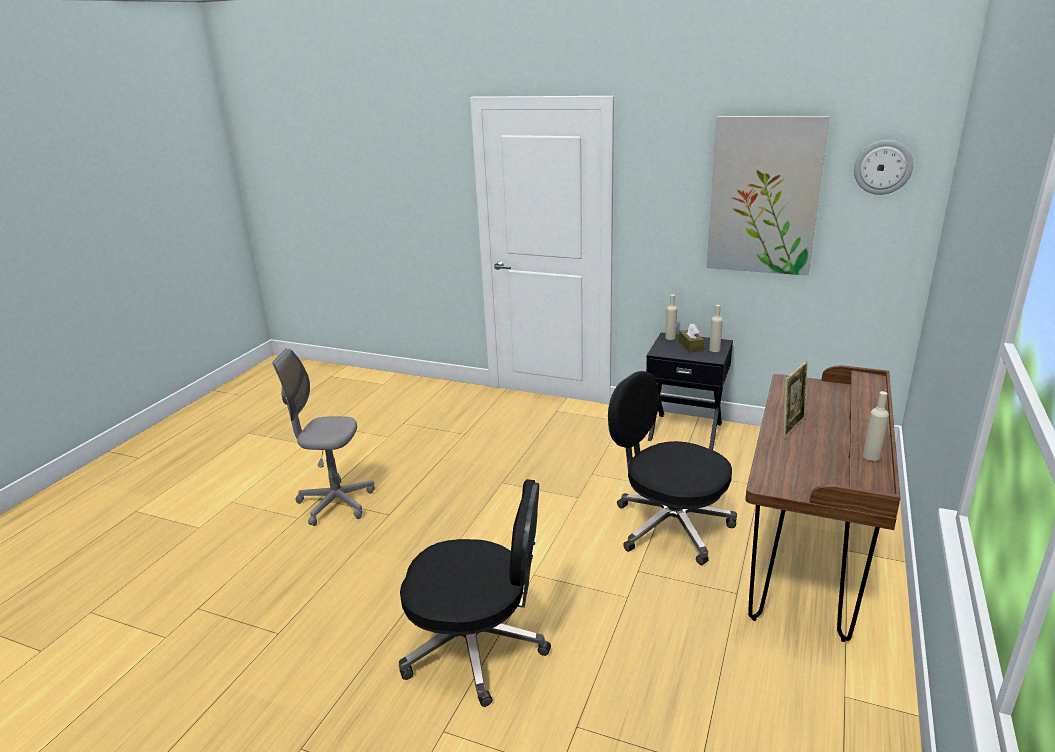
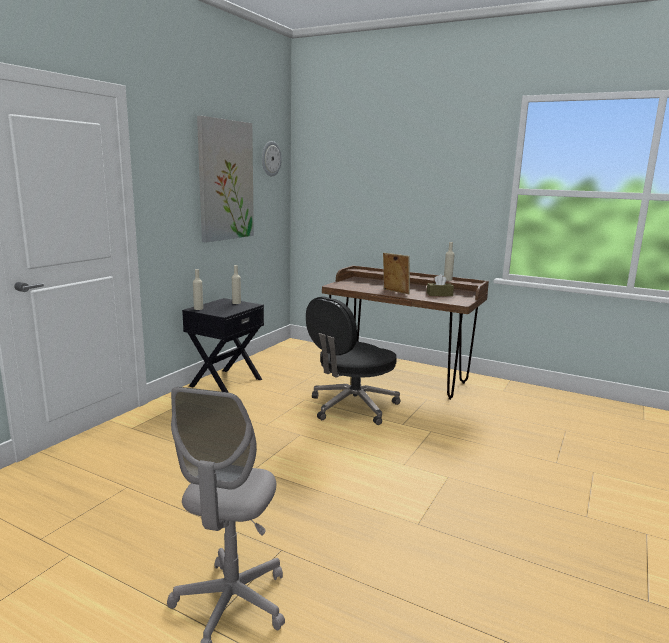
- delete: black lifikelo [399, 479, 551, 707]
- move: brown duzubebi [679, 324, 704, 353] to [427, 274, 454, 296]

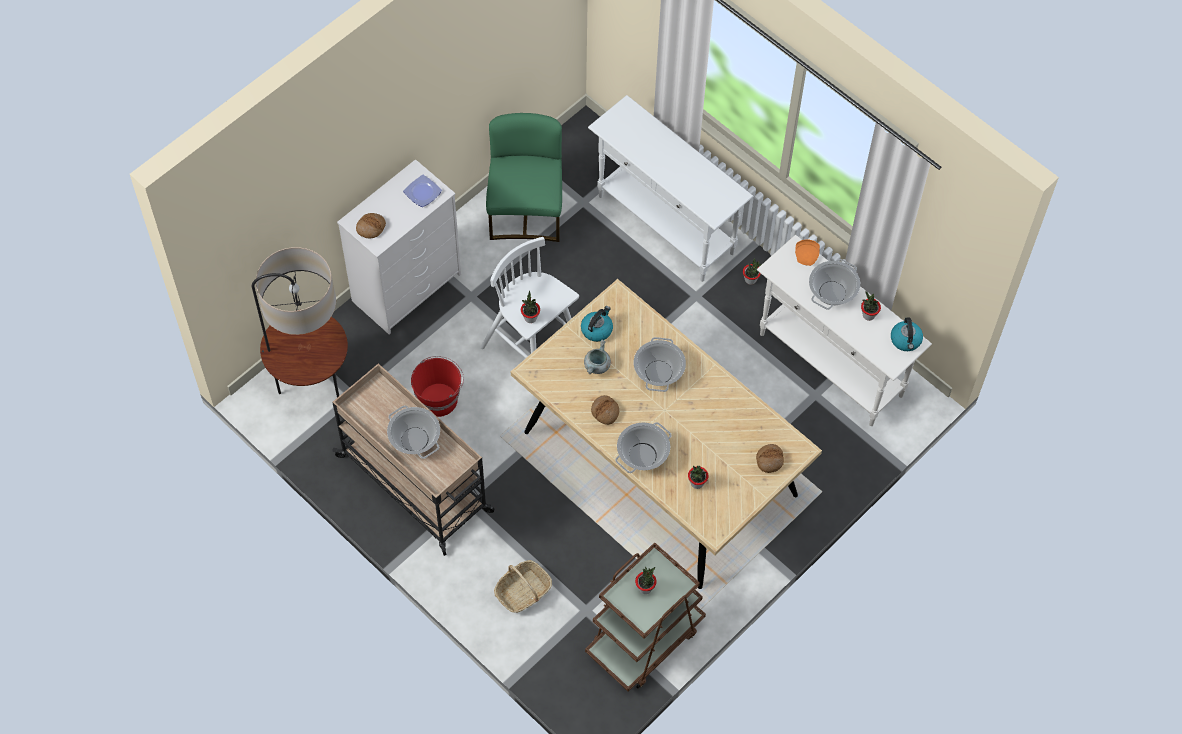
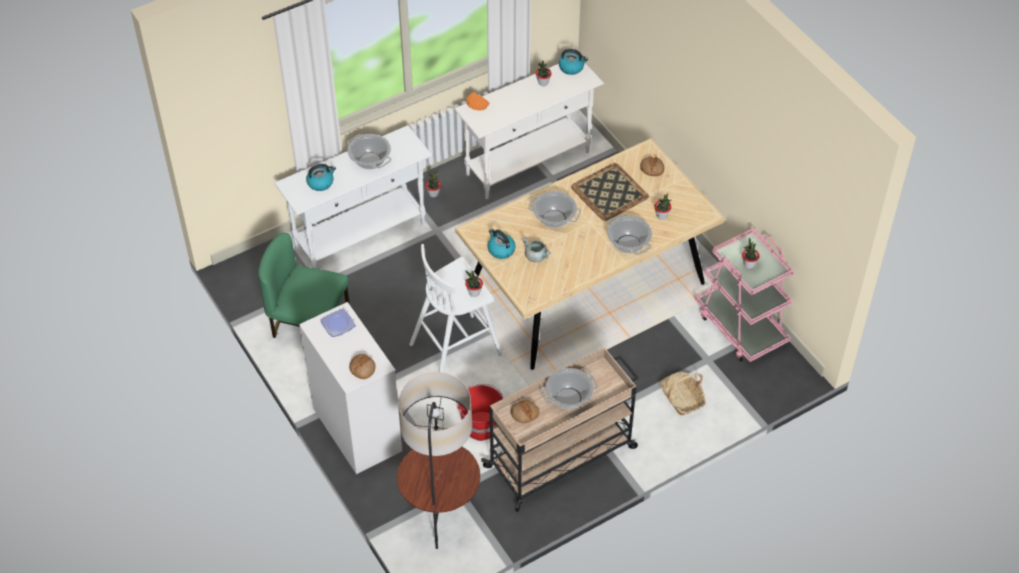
- insert: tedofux [306, 164, 336, 191]
- insert: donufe [571, 163, 649, 221]
- move: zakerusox [591, 395, 619, 425] to [511, 400, 540, 423]
- move: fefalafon [809, 259, 860, 310] to [347, 134, 391, 169]
- recolor: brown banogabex [585, 542, 706, 691] to pink banogabex [695, 228, 793, 362]

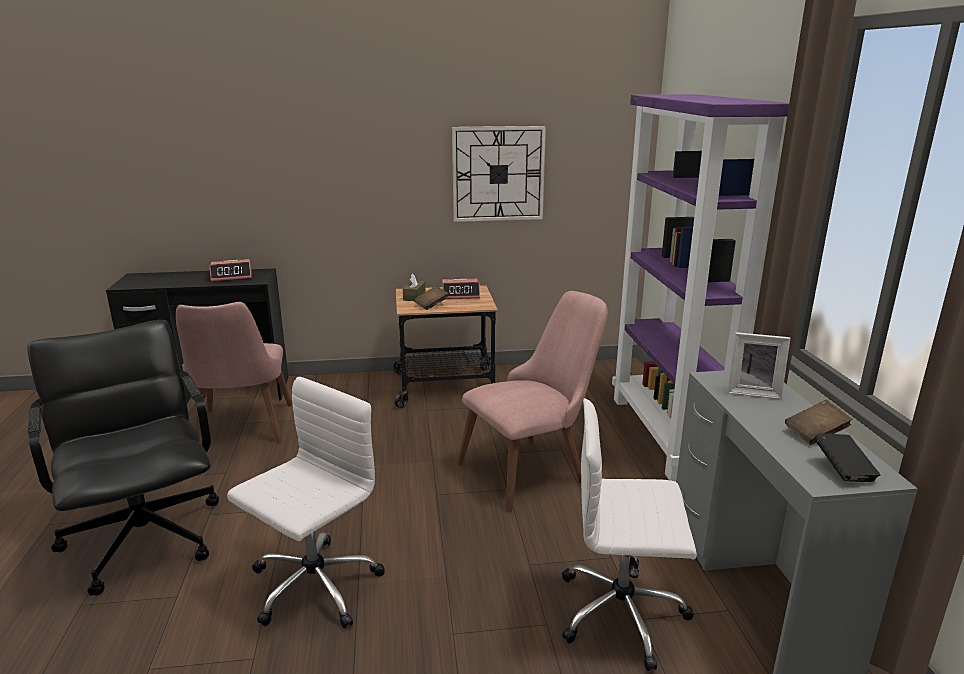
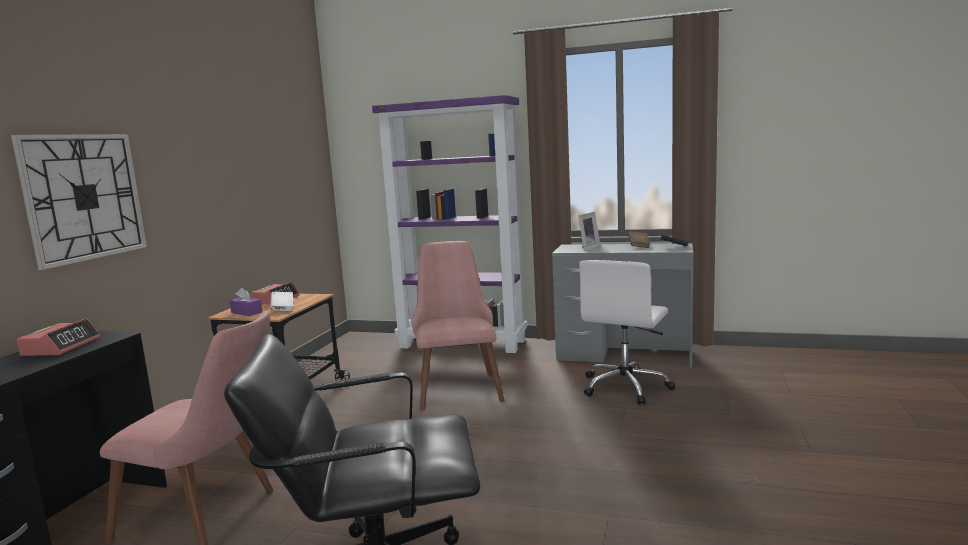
- delete: white lifikelo [227, 377, 385, 628]
- move: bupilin [452, 126, 546, 222] to [11, 134, 147, 270]
- recolor: brown duzubebi [403, 273, 426, 301] to purple duzubebi [230, 288, 262, 316]
- recolor: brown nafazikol [414, 286, 449, 310] to white nafazikol [270, 292, 293, 311]

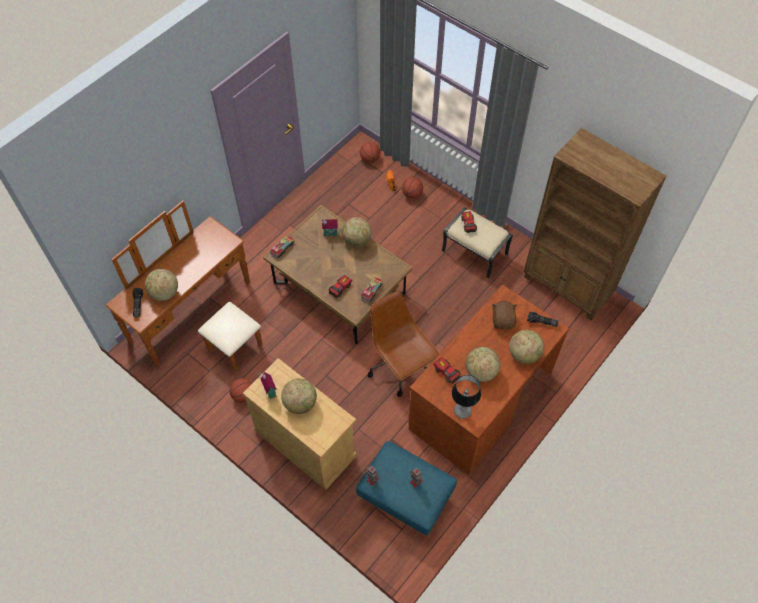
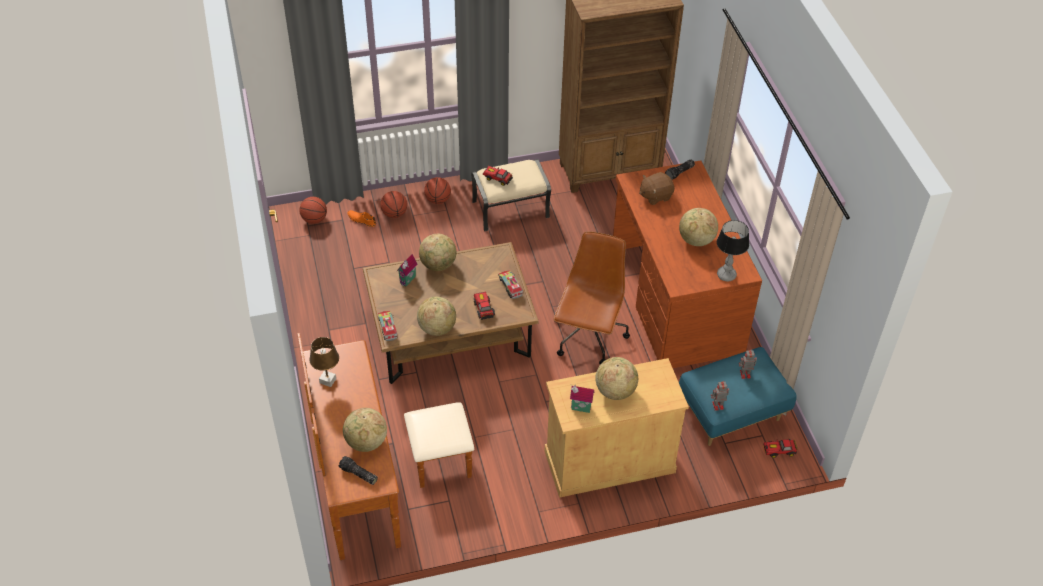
- insert: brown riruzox [309, 337, 339, 387]
- move: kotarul [230, 378, 252, 403] to [424, 177, 451, 204]
- move: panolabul [433, 357, 461, 384] to [763, 439, 797, 458]
- move: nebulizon [509, 330, 544, 364] to [417, 296, 456, 336]
- rotate: brown lifikelo [368, 291, 439, 397] = [553, 231, 630, 364] 105 degrees clockwise
- rotate: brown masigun [492, 301, 517, 330] = [639, 172, 674, 205] 60 degrees counterclockwise

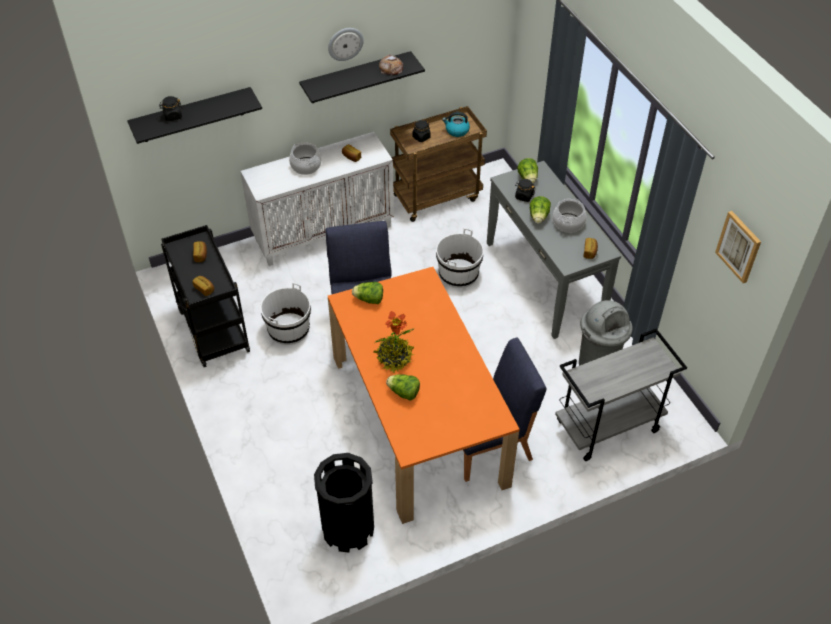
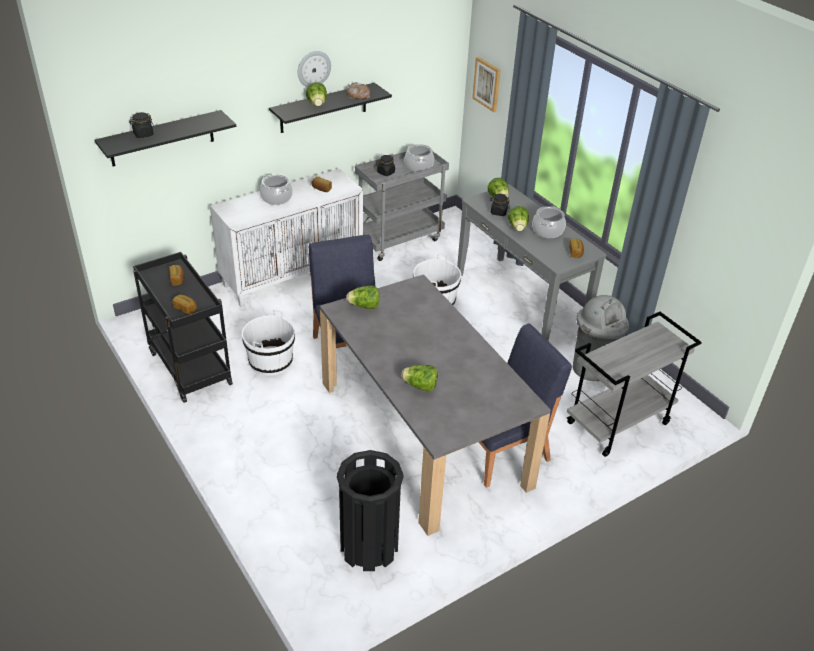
- delete: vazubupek [373, 311, 414, 373]
- insert: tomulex [306, 82, 327, 107]
- move: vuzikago [715, 211, 761, 283] to [472, 57, 501, 112]
- replace: tedofux [442, 112, 470, 137] to fefalafon [404, 144, 434, 172]
- recolor: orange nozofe [328, 267, 520, 524] to grey nozofe [320, 274, 551, 536]
- recolor: brown banogabex [390, 106, 487, 222] to grey banogabex [355, 151, 449, 261]

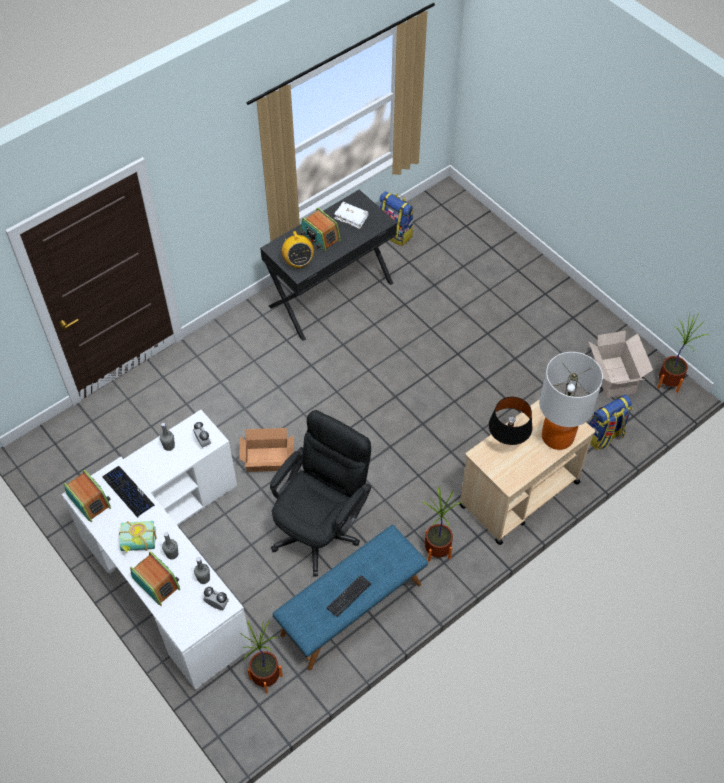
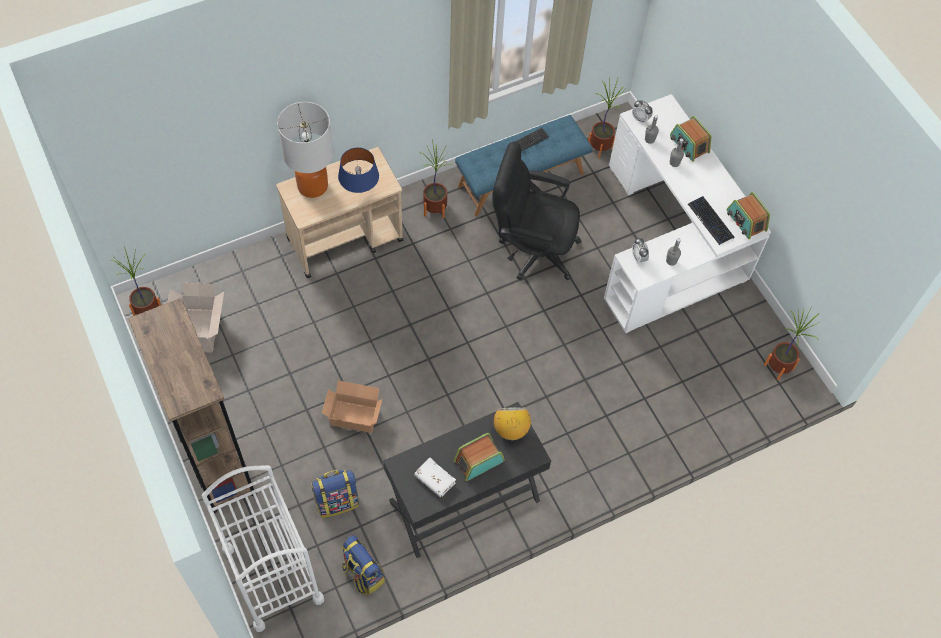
- delete: nafazikol [119, 521, 157, 552]
- insert: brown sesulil [128, 298, 257, 513]
- insert: white banogabex [202, 465, 324, 632]
- insert: vazubupek [764, 307, 819, 380]
- move: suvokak [239, 428, 294, 472] to [322, 380, 382, 433]
- move: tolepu [588, 395, 632, 450] to [312, 470, 359, 518]
- recolor: black riruzox [489, 397, 533, 445] to blue riruzox [338, 147, 379, 193]
- rotate: black lifikelo [270, 410, 372, 577] = [492, 142, 582, 281] 60 degrees clockwise
- rotate: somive [300, 208, 341, 252] = [453, 433, 505, 481] 90 degrees counterclockwise

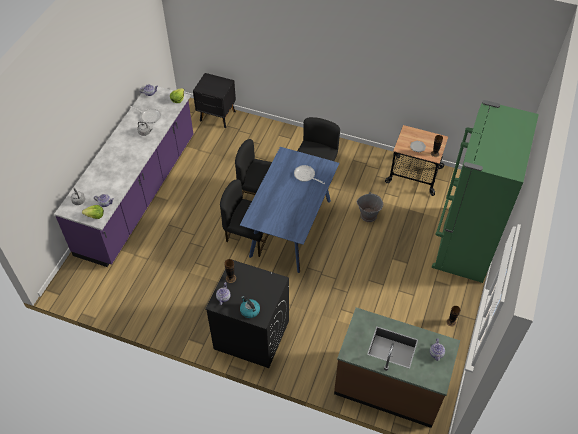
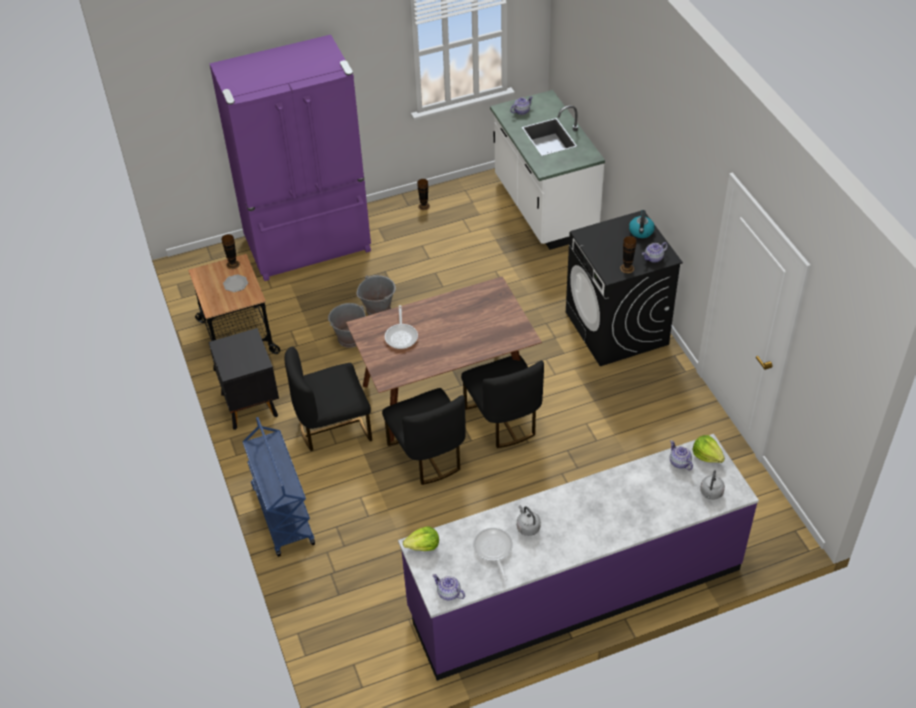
- insert: blue banogabex [243, 417, 315, 557]
- insert: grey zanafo [357, 275, 396, 316]
- move: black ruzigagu [193, 73, 236, 128] to [209, 328, 279, 430]
- recolor: blue nozofe [240, 147, 339, 273] to brown nozofe [346, 276, 542, 442]
- recolor: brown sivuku [334, 307, 460, 428] to white sivuku [490, 90, 605, 250]
- recolor: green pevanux [431, 100, 539, 283] to purple pevanux [209, 35, 371, 281]

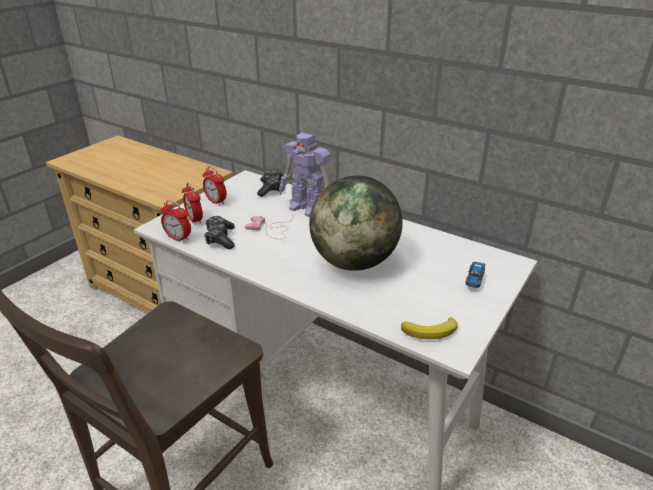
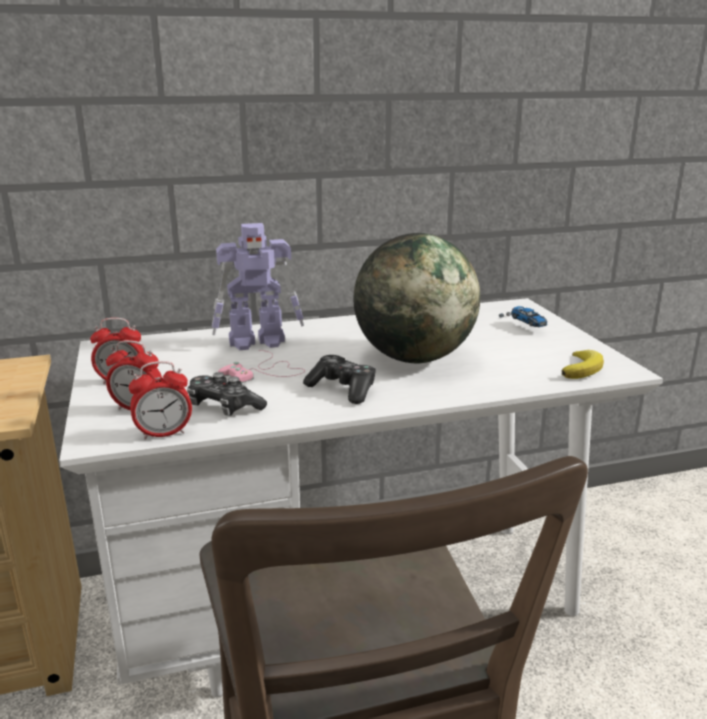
- move: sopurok [257, 169, 283, 197] to [303, 355, 376, 404]

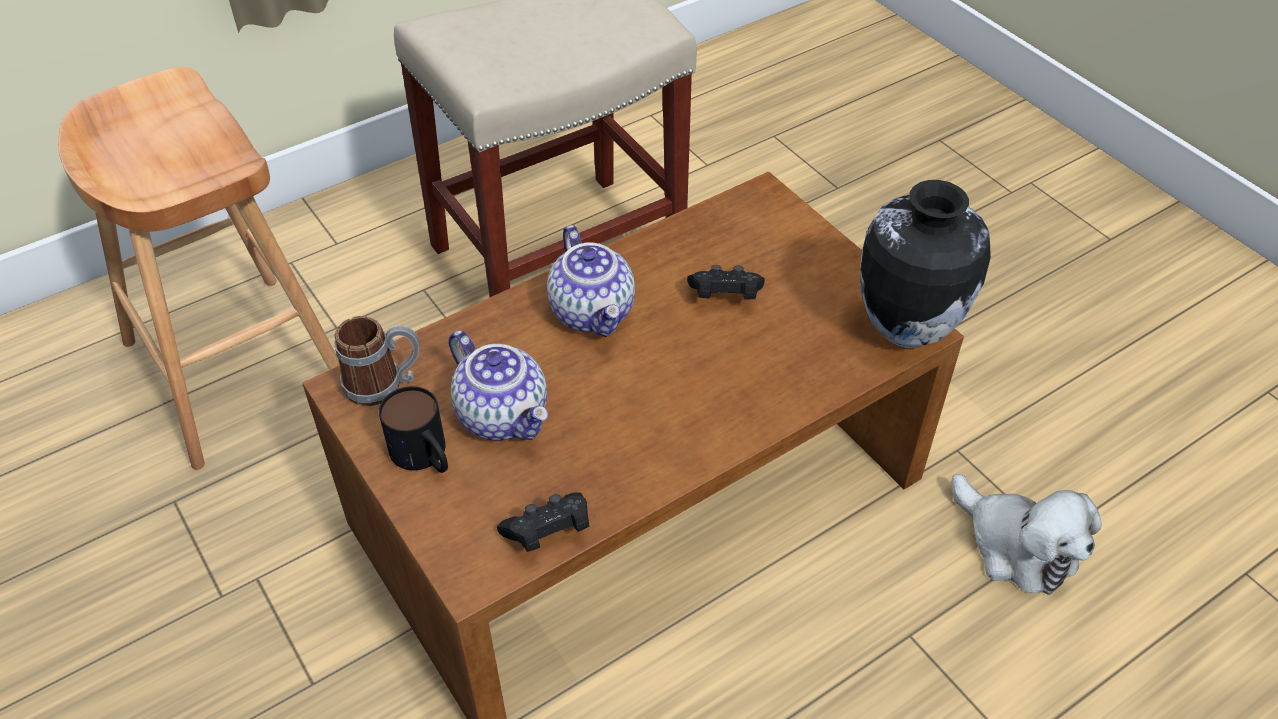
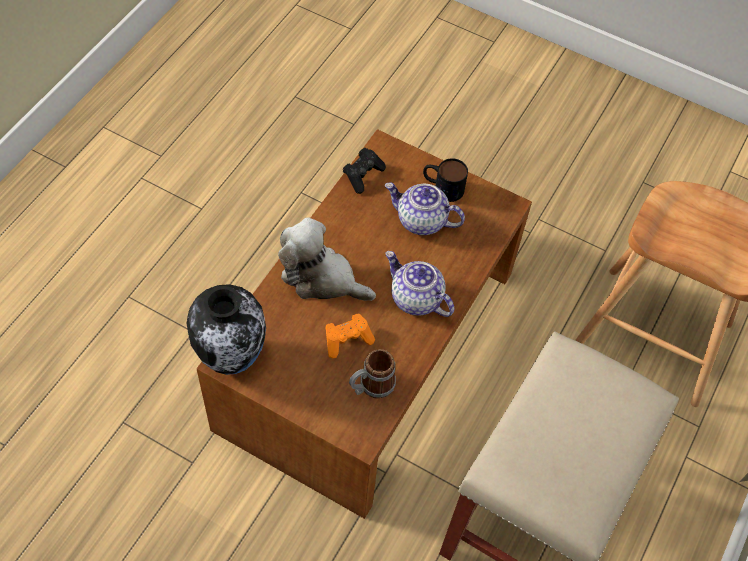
- move: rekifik [334, 316, 419, 406] to [349, 349, 396, 399]
- move: masigun [951, 474, 1102, 595] to [278, 217, 376, 301]
- recolor: black sopurok [687, 265, 765, 300] to orange sopurok [325, 314, 375, 358]

